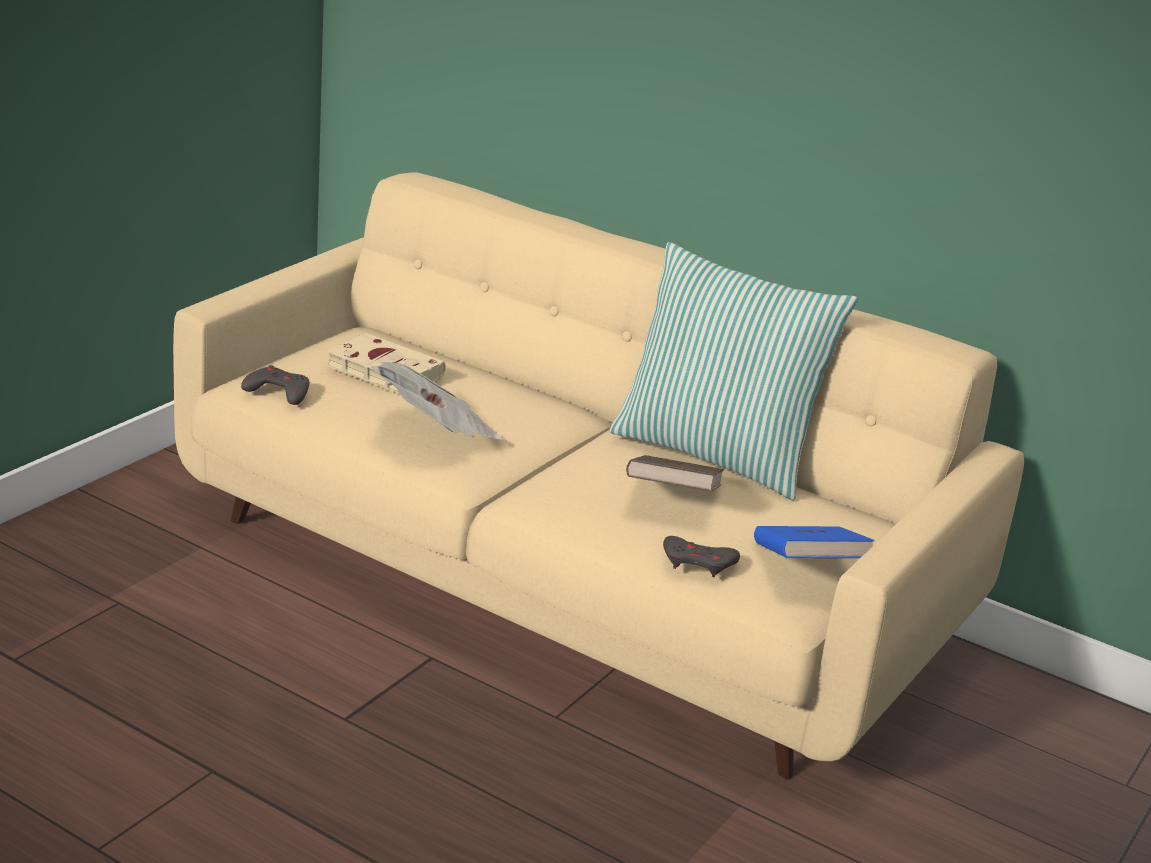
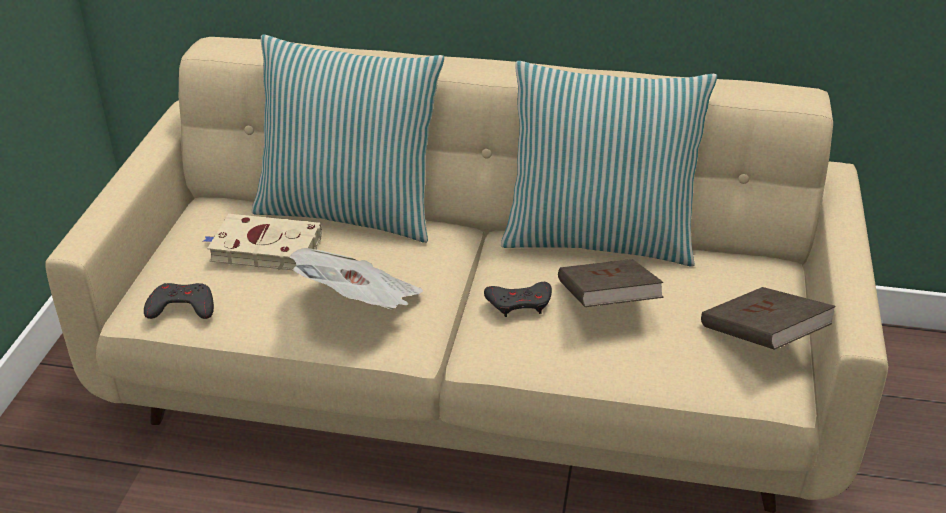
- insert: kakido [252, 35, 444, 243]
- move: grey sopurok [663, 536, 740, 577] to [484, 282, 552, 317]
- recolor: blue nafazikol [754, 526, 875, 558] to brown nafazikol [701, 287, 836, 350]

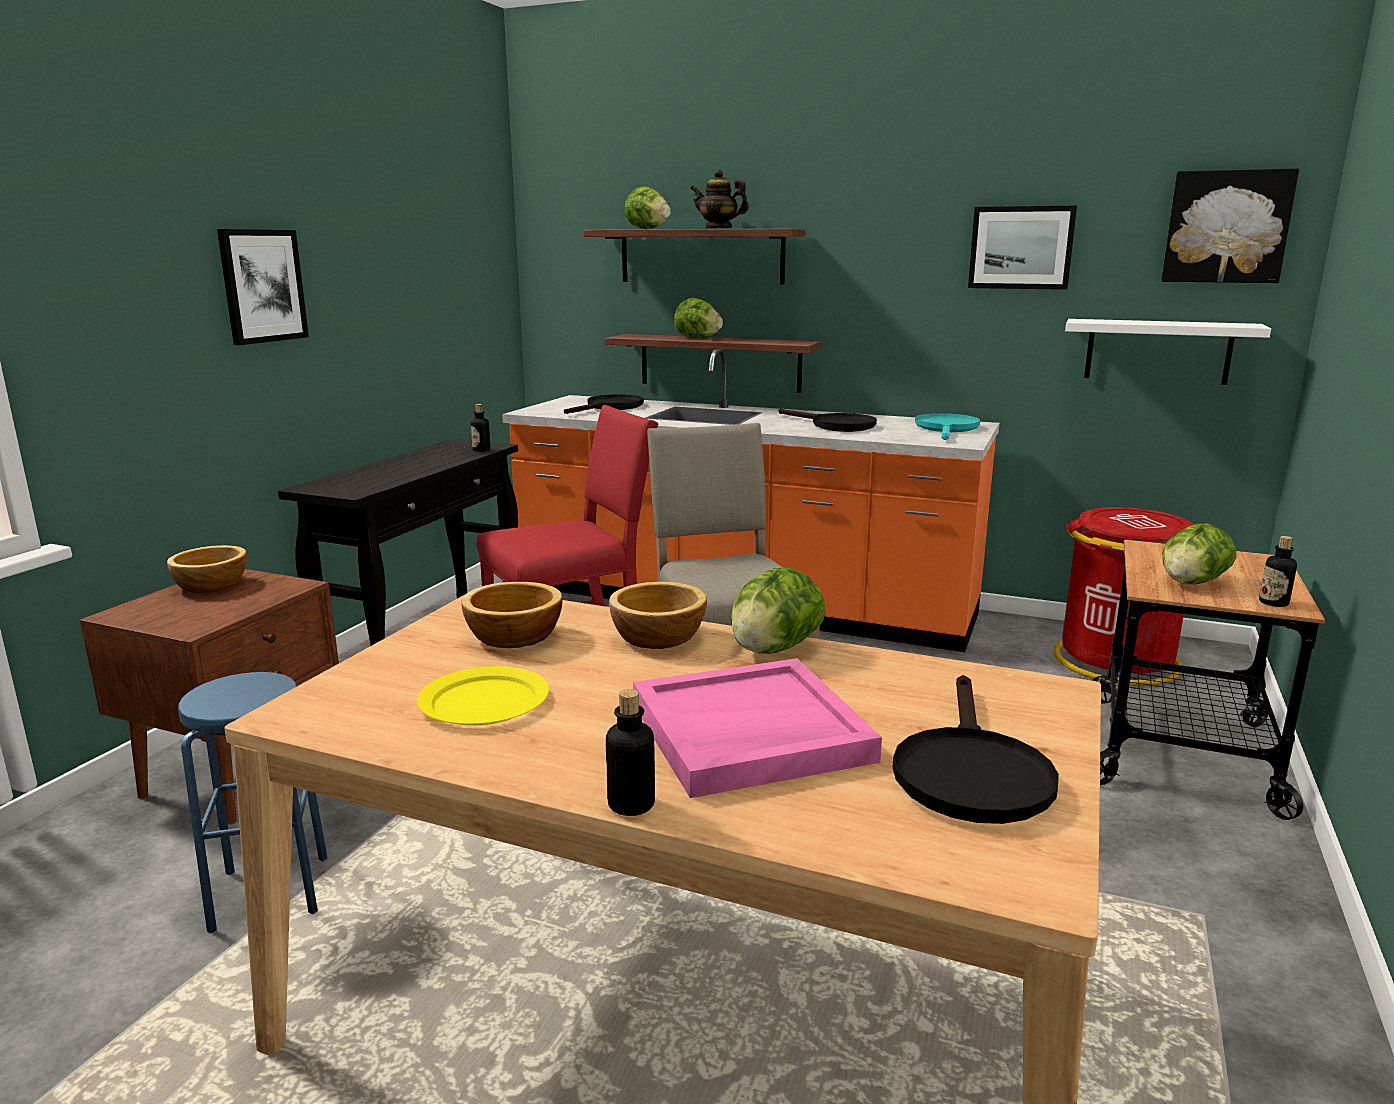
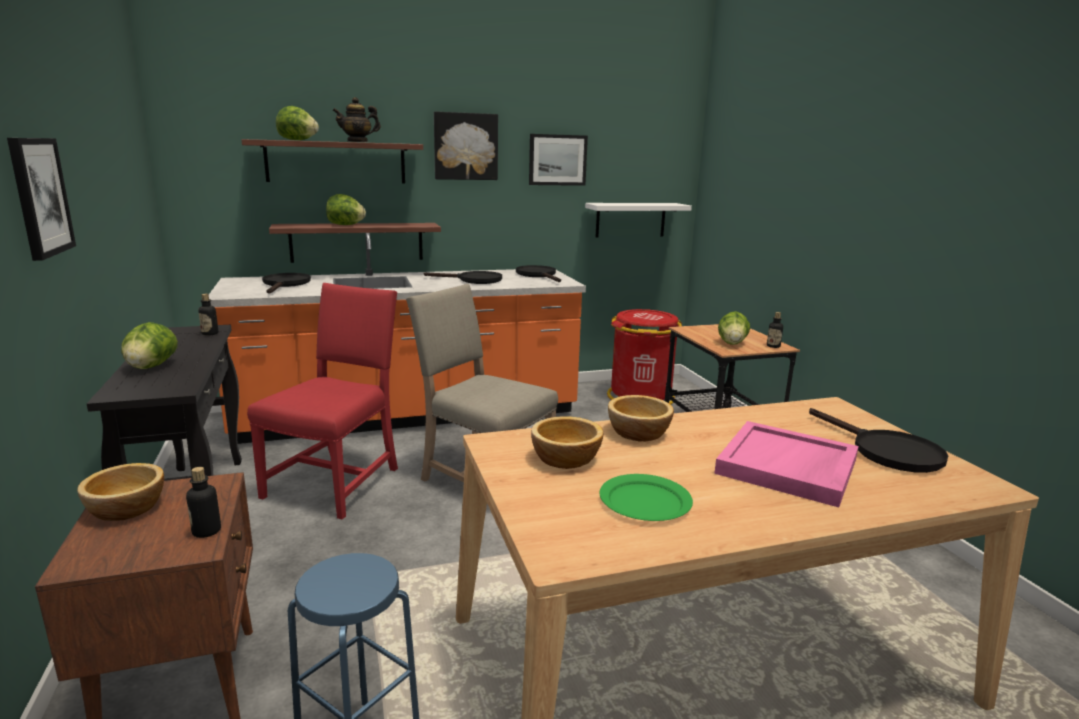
- move: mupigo [606, 689, 655, 816] to [186, 467, 221, 538]
- move: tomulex [731, 568, 826, 654] to [121, 322, 178, 369]
- move: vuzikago [1161, 168, 1299, 283] to [434, 112, 498, 180]
- recolor: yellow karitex [417, 666, 549, 725] to green karitex [599, 474, 693, 521]
- recolor: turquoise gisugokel [915, 413, 980, 440] to black gisugokel [516, 265, 561, 282]

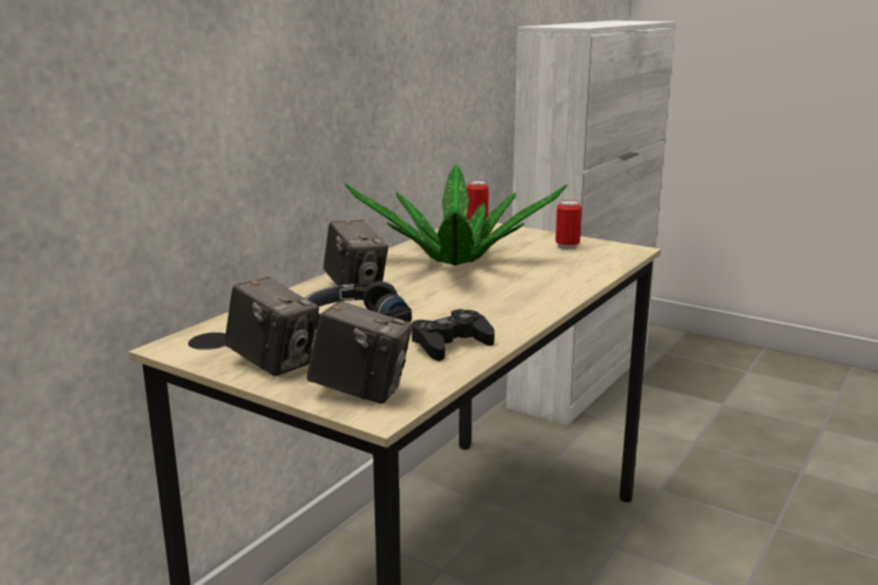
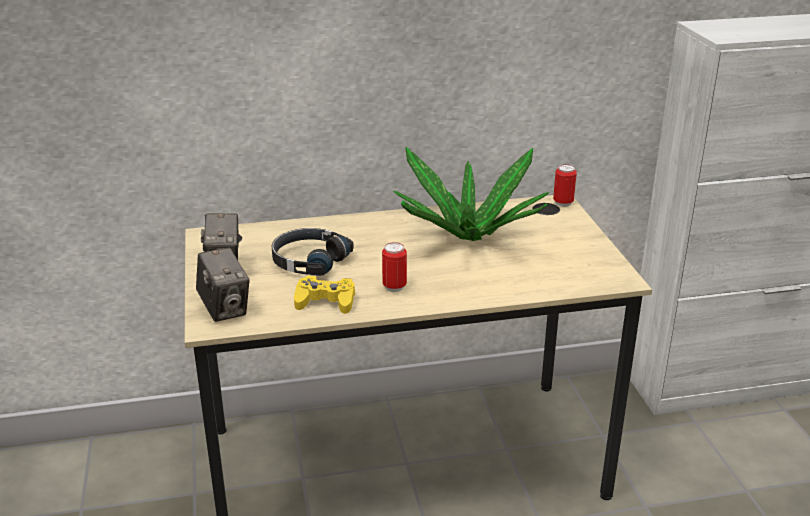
- delete: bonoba [323, 220, 388, 291]
- move: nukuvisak [555, 200, 582, 250] to [382, 242, 407, 292]
- recolor: black sopurok [412, 309, 495, 361] to yellow sopurok [294, 275, 355, 314]

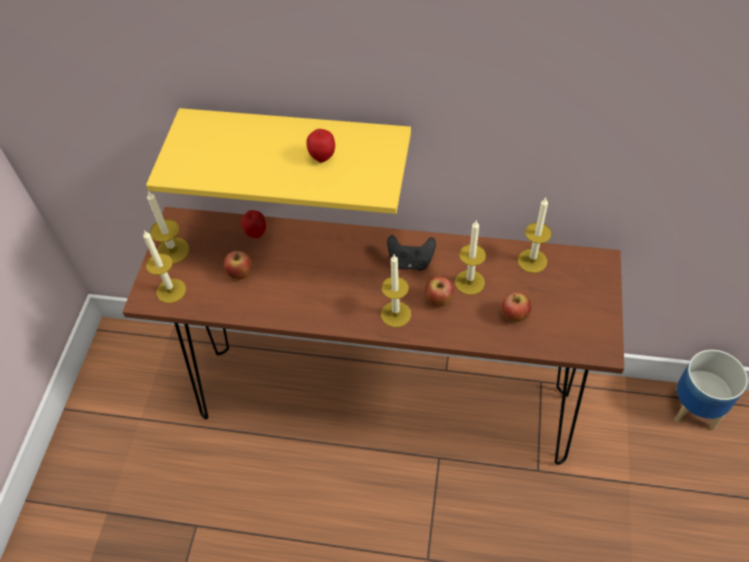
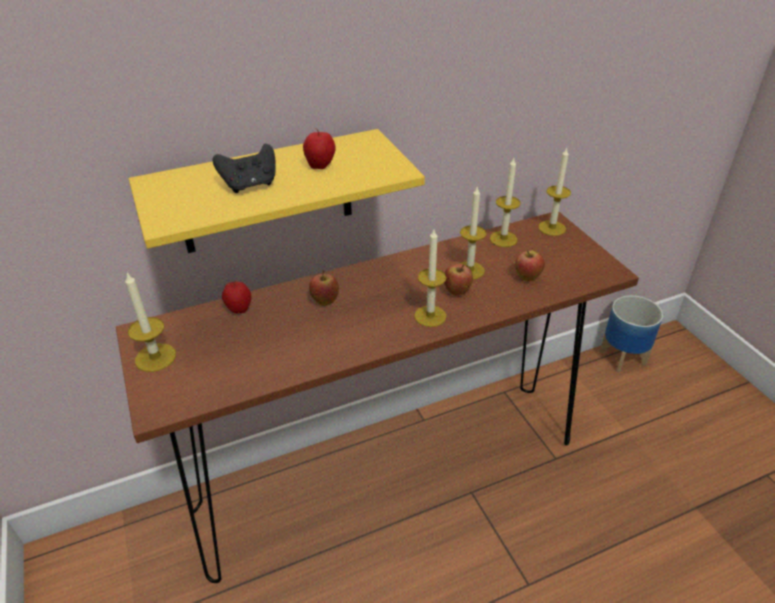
- move: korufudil [143, 230, 186, 303] to [538, 147, 571, 236]
- move: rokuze [224, 251, 252, 280] to [309, 271, 339, 306]
- move: black sopurok [387, 235, 436, 271] to [213, 144, 276, 193]

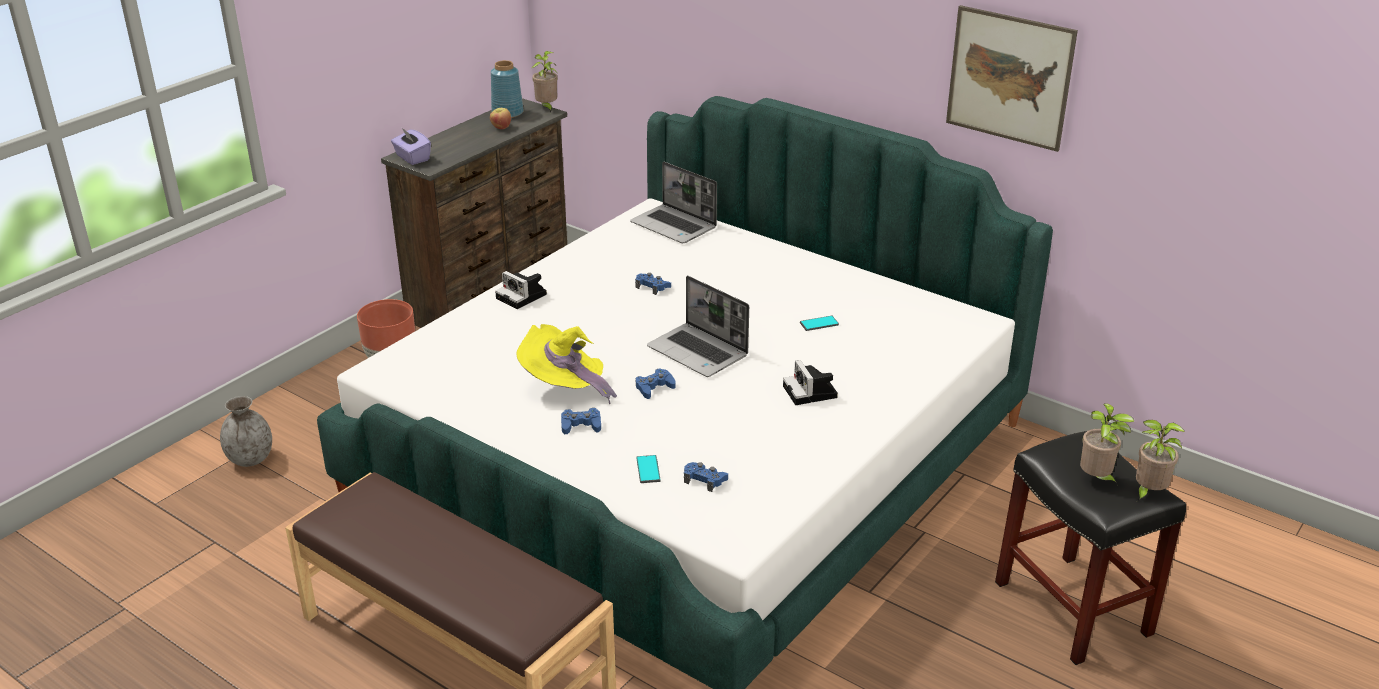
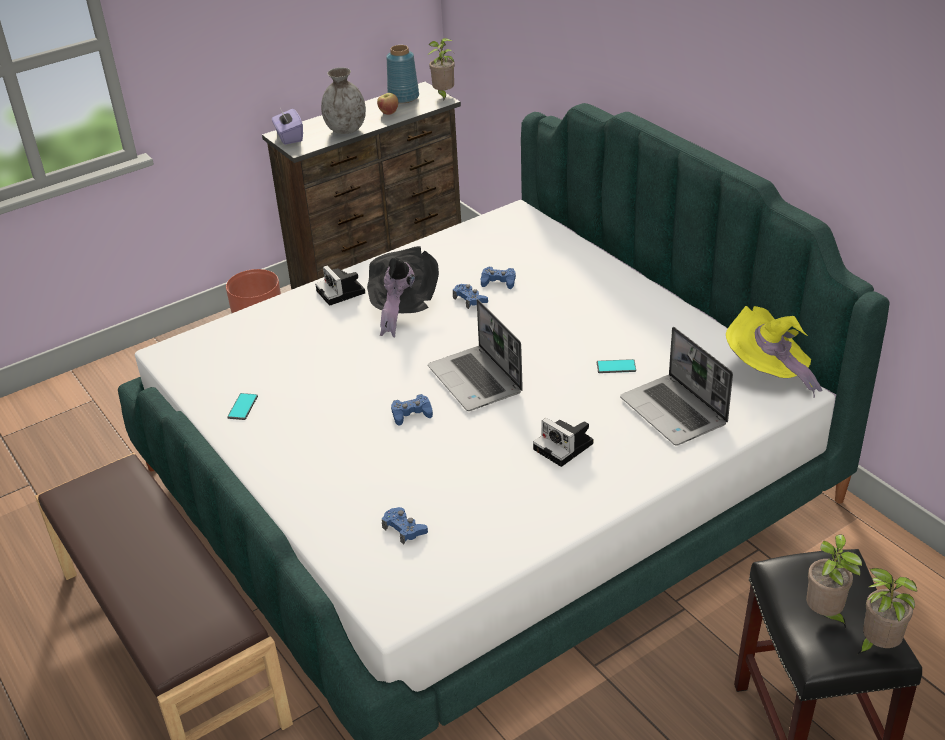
- delete: vuzikago [946, 5, 1078, 152]
- insert: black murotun [367, 246, 439, 337]
- move: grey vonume [220, 396, 272, 467] to [321, 67, 366, 134]
- move: yellow murotun [516, 324, 617, 405] to [726, 306, 822, 399]
- move: blue sopurok [561, 408, 601, 434] to [481, 267, 516, 289]
- move: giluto [630, 162, 717, 243] to [620, 327, 733, 445]
- move: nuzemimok [636, 455, 661, 483] to [227, 393, 258, 420]
- rotate: bonoba [783, 360, 838, 405] = [533, 418, 593, 467] 45 degrees counterclockwise

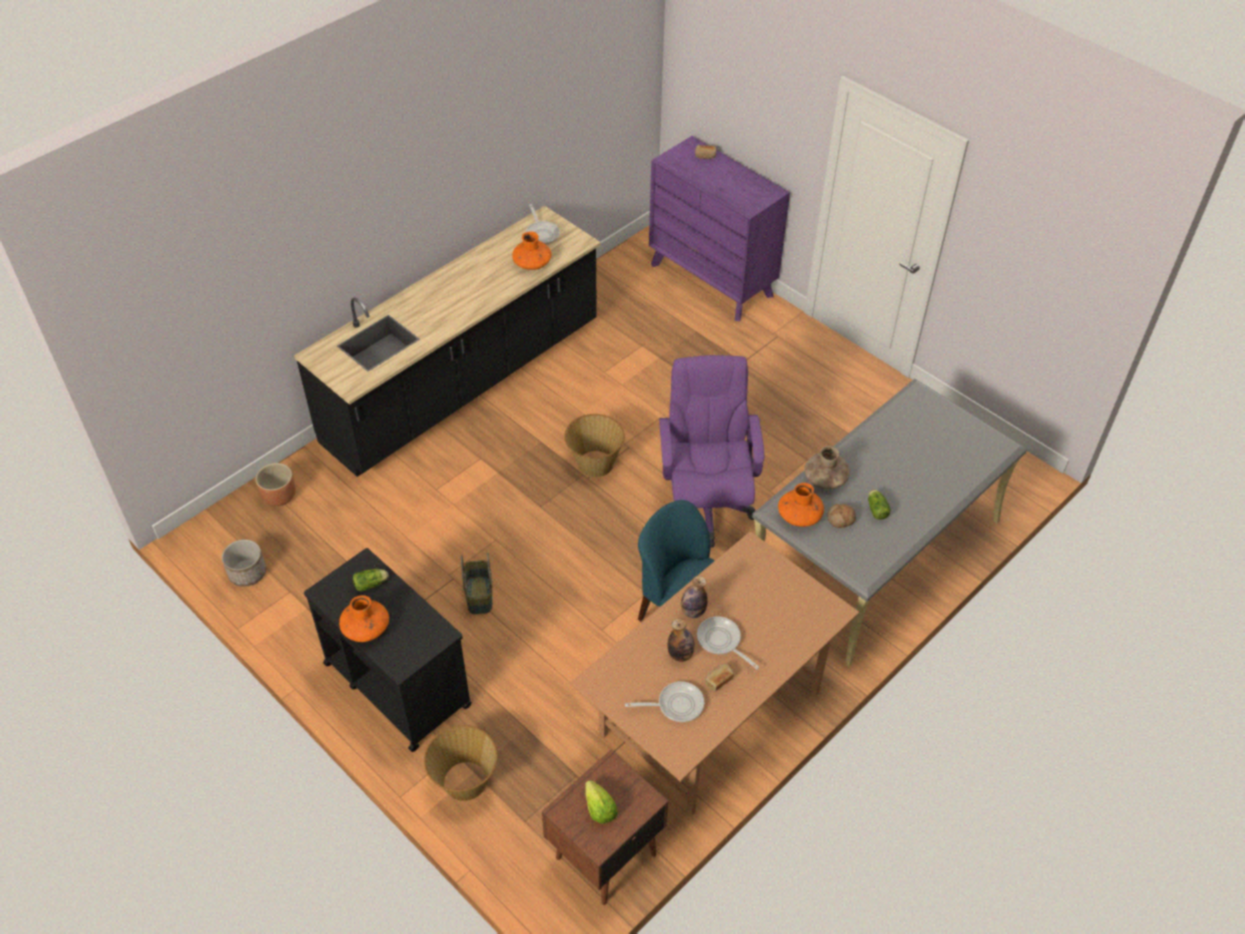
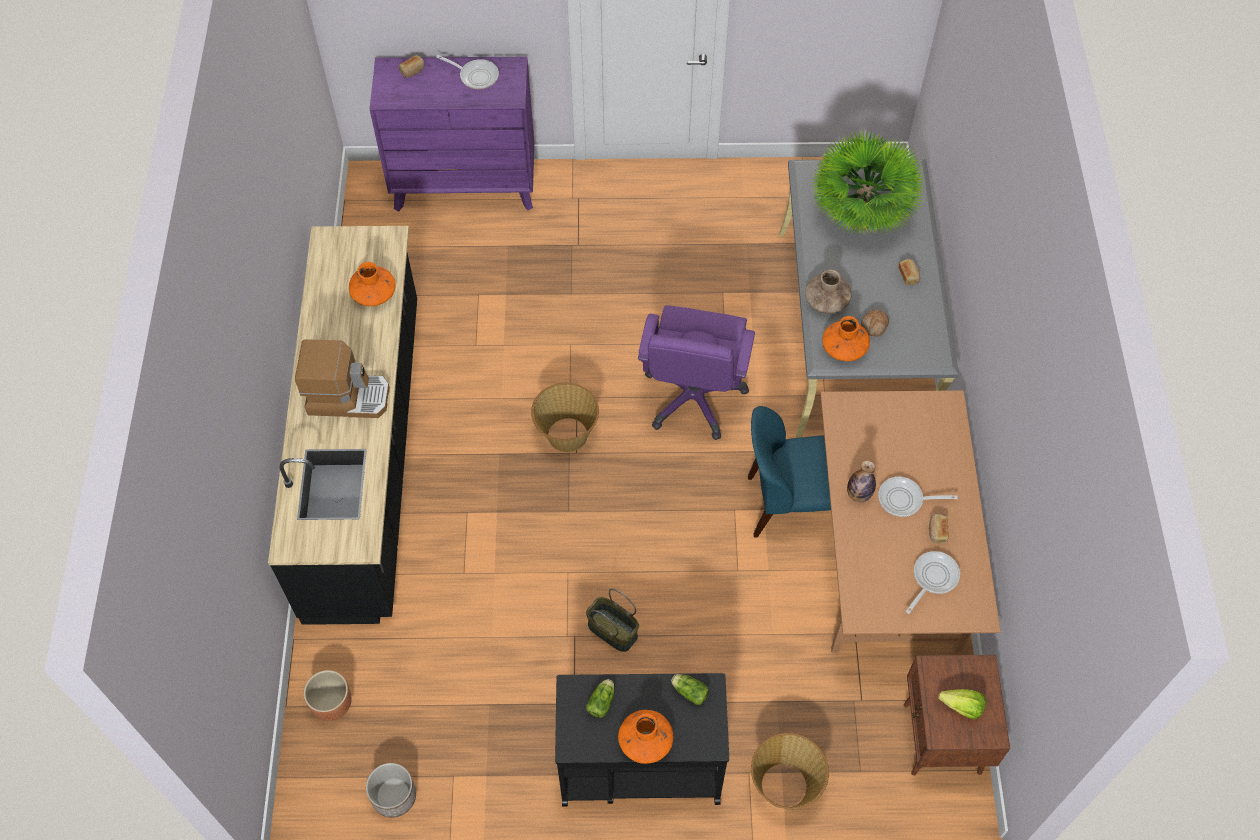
- delete: mupigo [668, 618, 695, 662]
- insert: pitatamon [295, 339, 390, 418]
- insert: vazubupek [812, 129, 925, 235]
- insert: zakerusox [898, 259, 920, 285]
- move: gisugokel [526, 204, 560, 244] to [436, 55, 499, 89]
- move: tomulex [868, 490, 891, 520] to [671, 674, 709, 705]
- rotate: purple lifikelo [659, 355, 764, 548] = [638, 305, 755, 440] 120 degrees counterclockwise

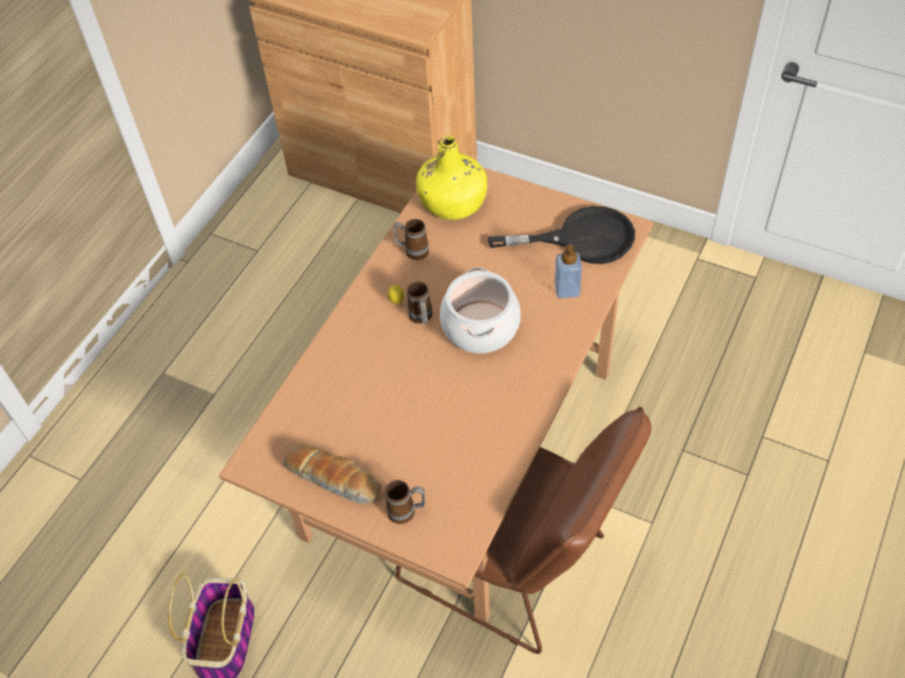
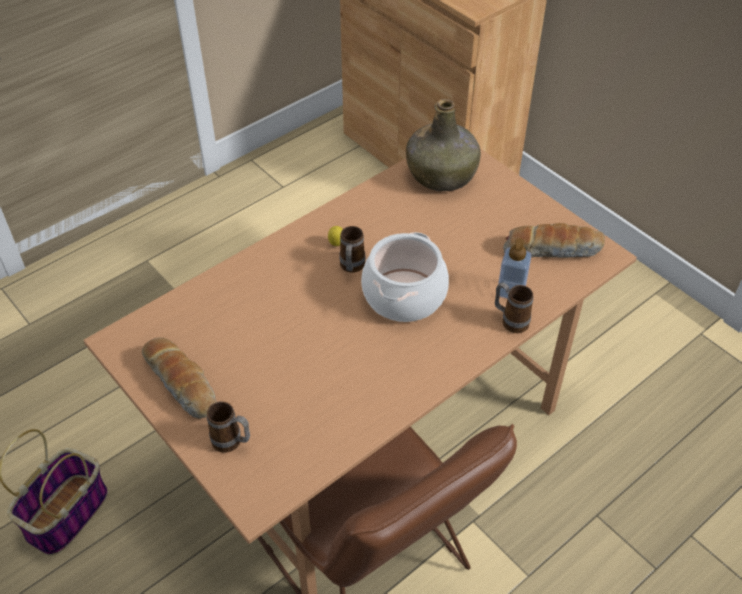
- move: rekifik [393, 219, 429, 260] to [495, 282, 533, 333]
- replace: black gisugokel [488, 206, 635, 264] to zakerusox [503, 223, 605, 258]
- recolor: yellow mupigo [416, 135, 487, 220] to green mupigo [406, 99, 481, 191]

